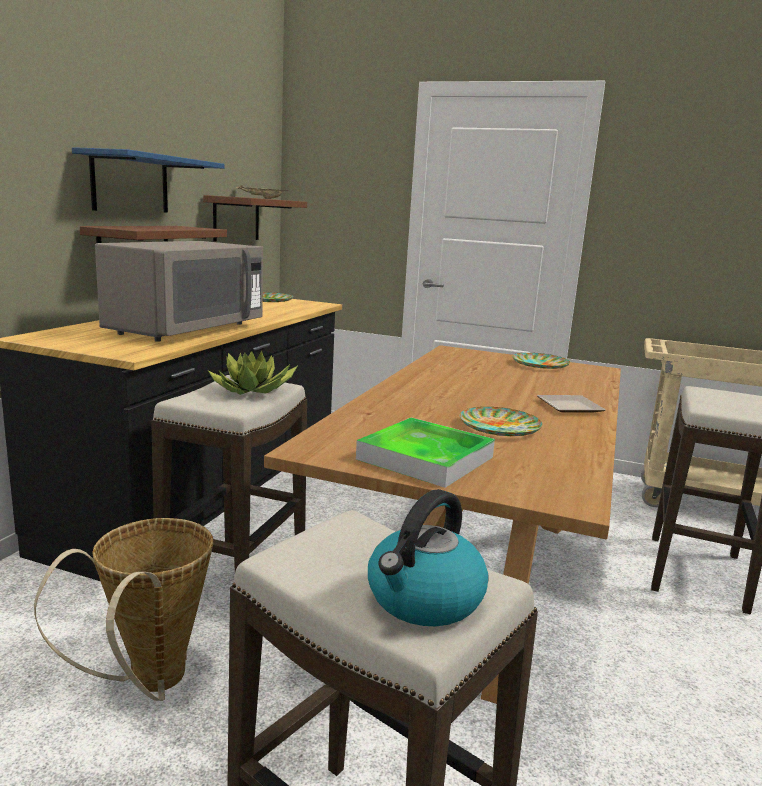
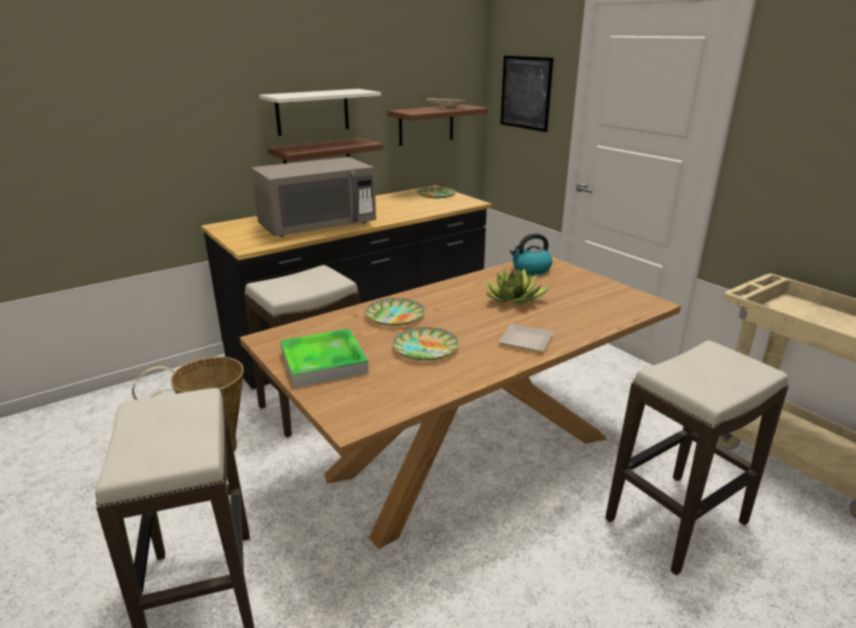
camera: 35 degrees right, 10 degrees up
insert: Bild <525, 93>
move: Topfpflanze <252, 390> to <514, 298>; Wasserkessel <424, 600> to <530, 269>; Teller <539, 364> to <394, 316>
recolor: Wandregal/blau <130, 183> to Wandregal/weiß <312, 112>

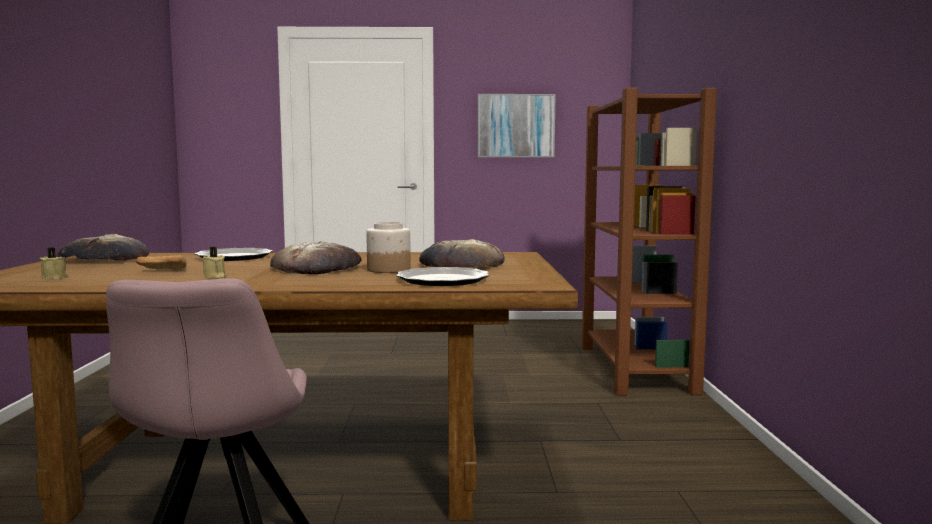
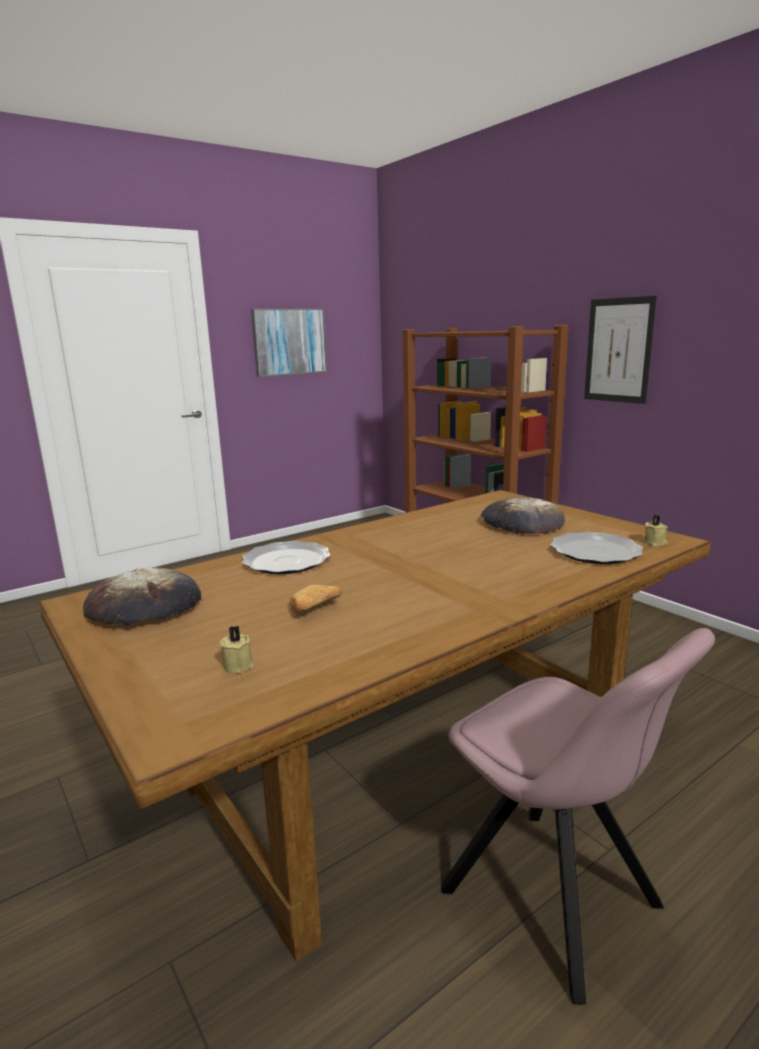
camera: 35 degrees left, 10 degrees up
delete: Brot <317, 268>; Vorratsglas <388, 270>
insert: Bild <618, 350>
move: Kerze/beige <214, 277> to <655, 543>

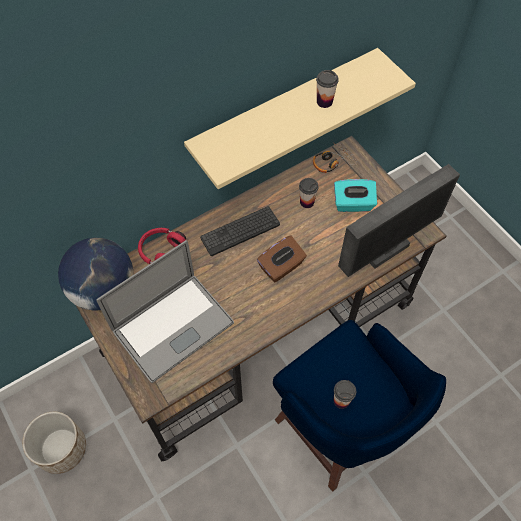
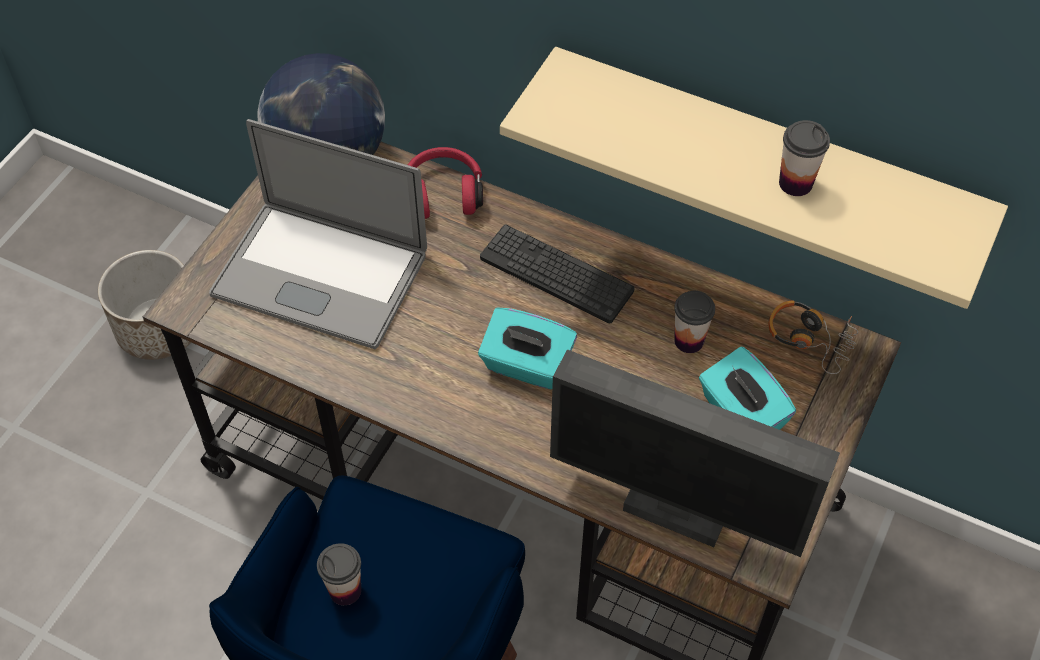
camera: 60 degrees right, 5 degrees down
recolor: Taschentuchbox/braun <281, 267> to Taschentuchbox/türkis <526, 365>

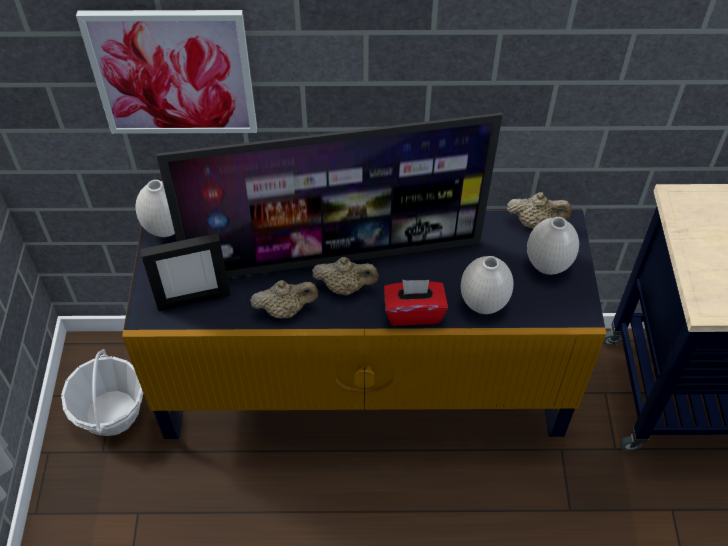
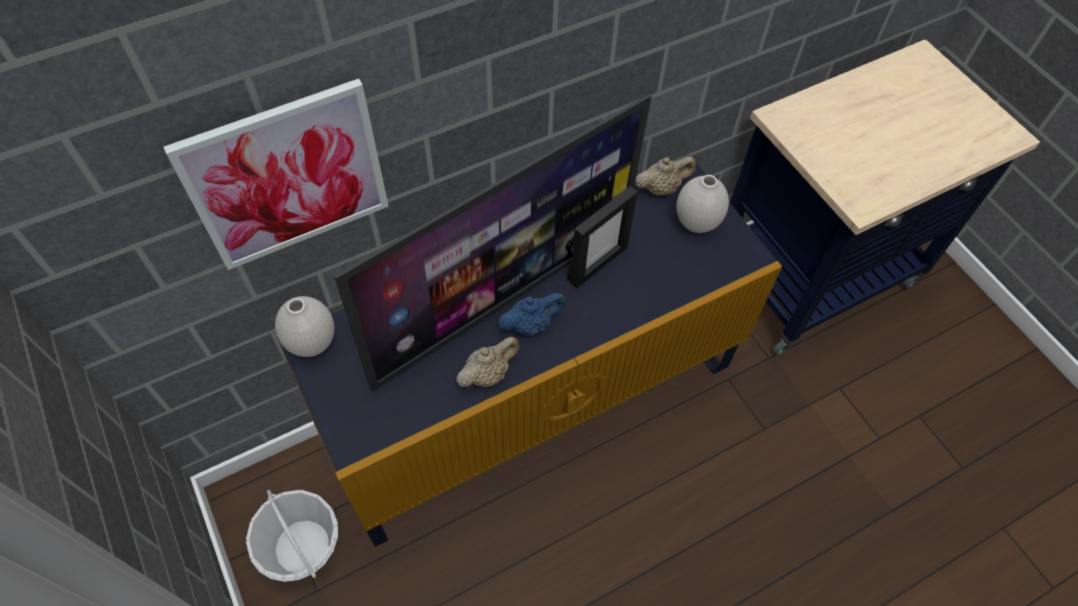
camera: 30 degrees left, 5 degrees up
delete: Taschentuchbox/rot <414, 312>; Vase/weiß <483, 304>
move: Bilderrahmen <193, 298> to <597, 263>
recolor: Teekanne/beige <345, 287> to Teekanne/blau <531, 324>

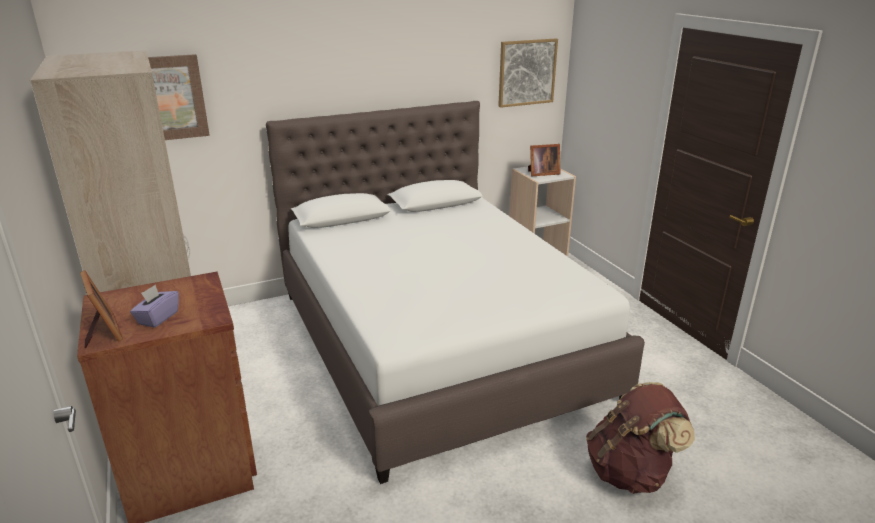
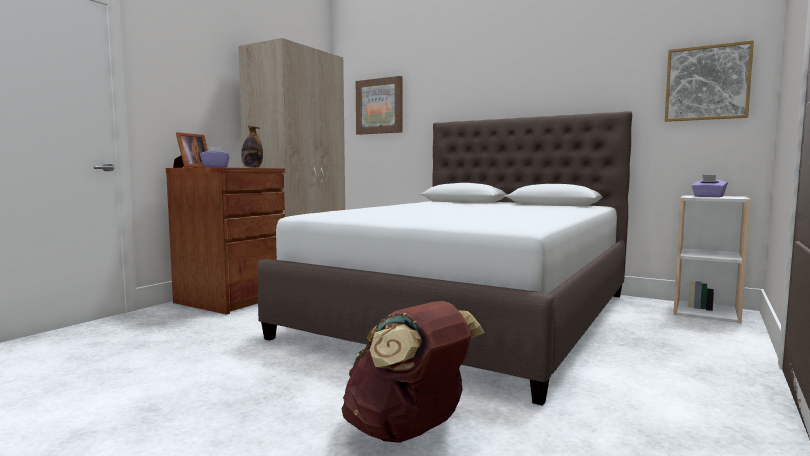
camera: 55 degrees right, 20 degrees down
insert: Flasche <252, 167>
replace: Bilderrahmen <542, 173> to Taschentuchbox/lila <708, 196>

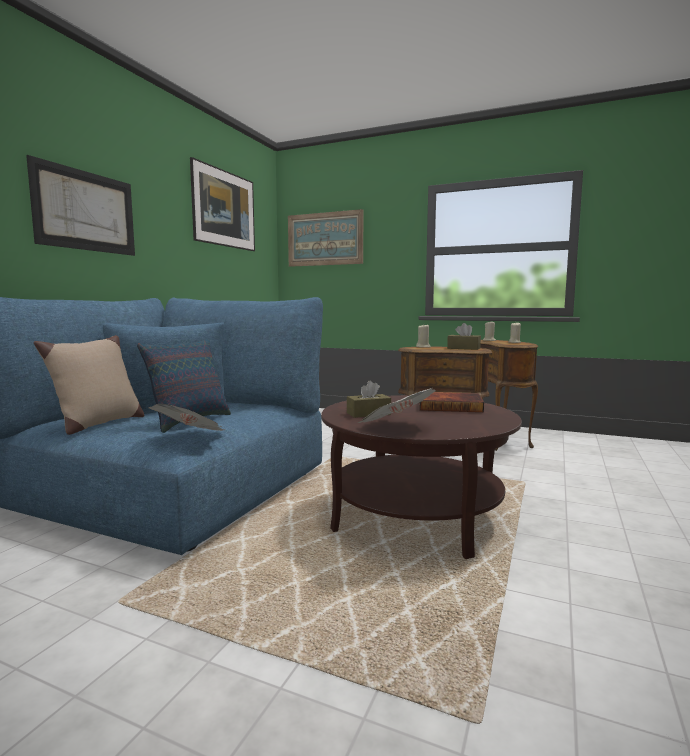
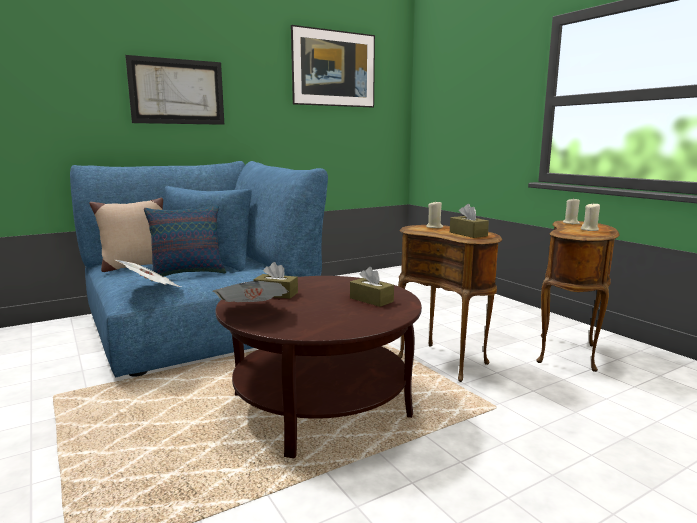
camera: 35 degrees right, 5 degrees up
delete: Bild <325, 239>
replace: Buch <450, 406> to Taschentuchbox/braun <371, 300>

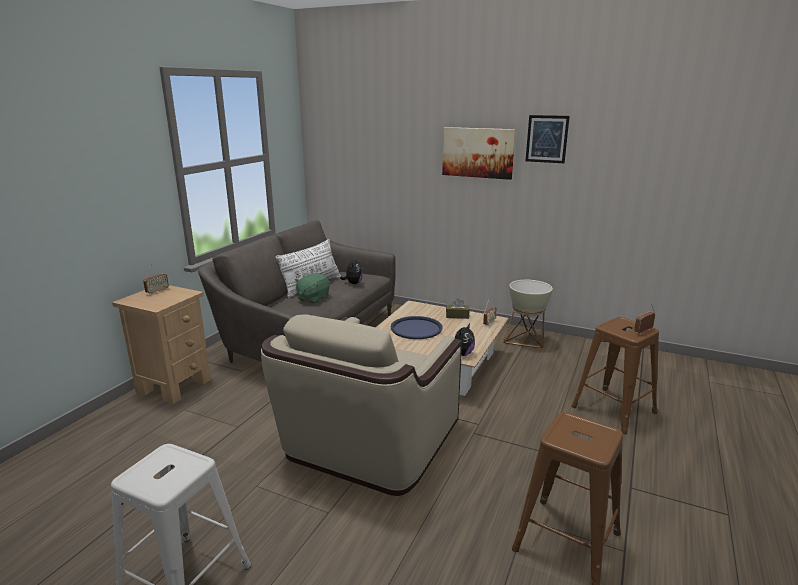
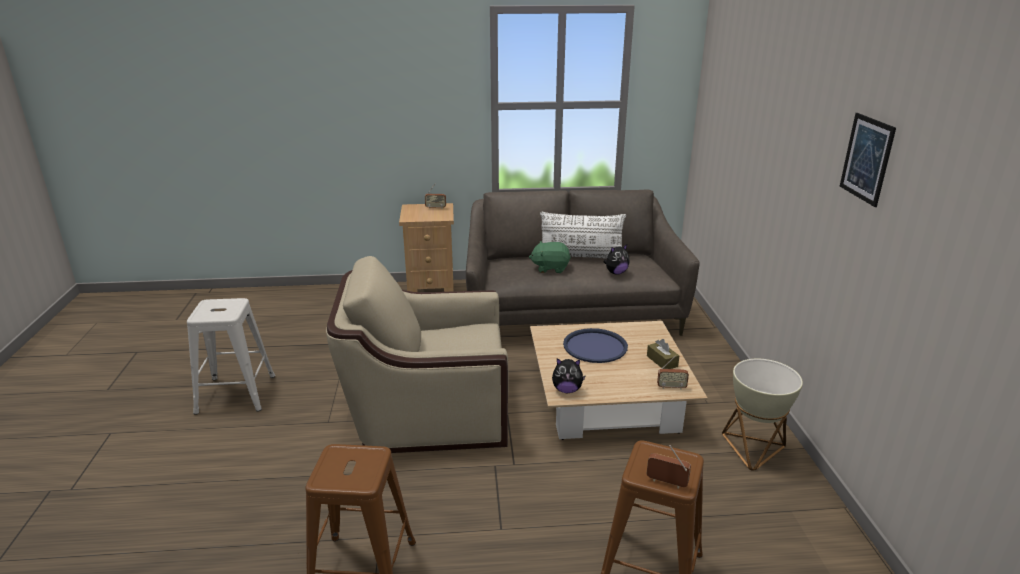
camera: 60 degrees right, 5 degrees up
delete: Bild <478, 152>

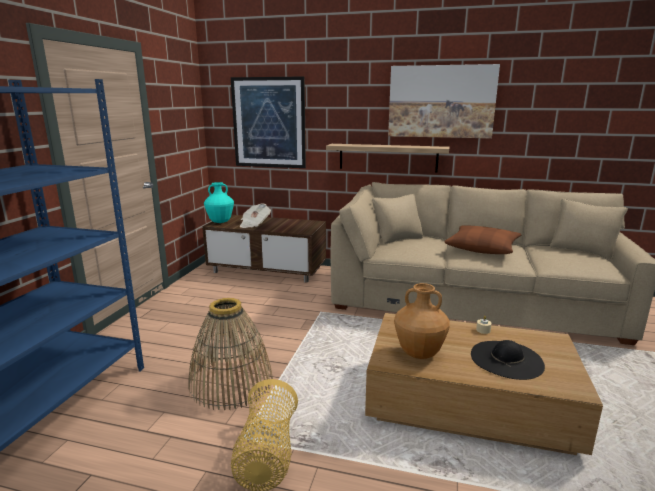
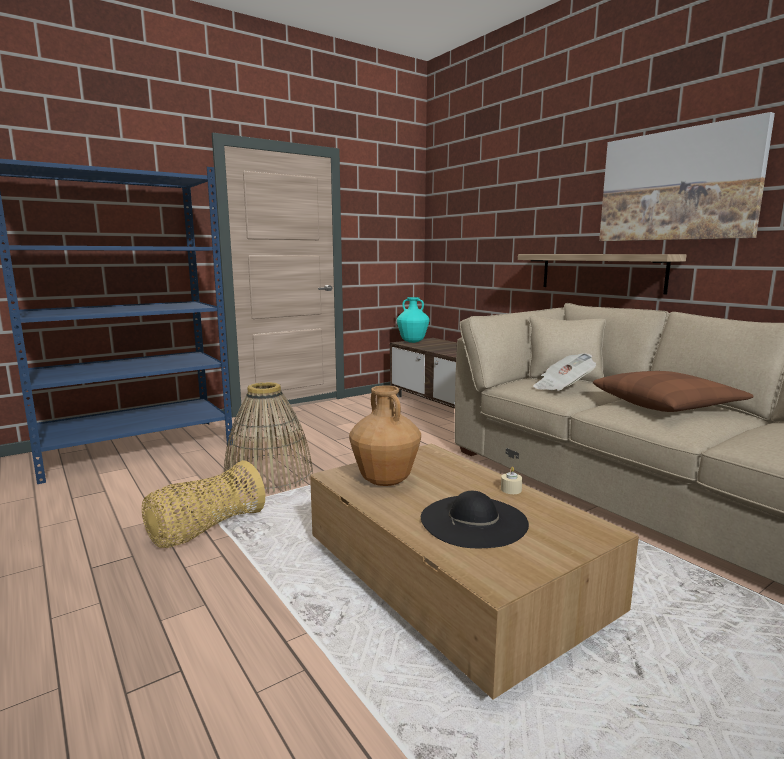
camera: 40 degrees right, 5 degrees down
delete: Bild <269, 123>
move: Zeitung <254, 224> to <562, 387>

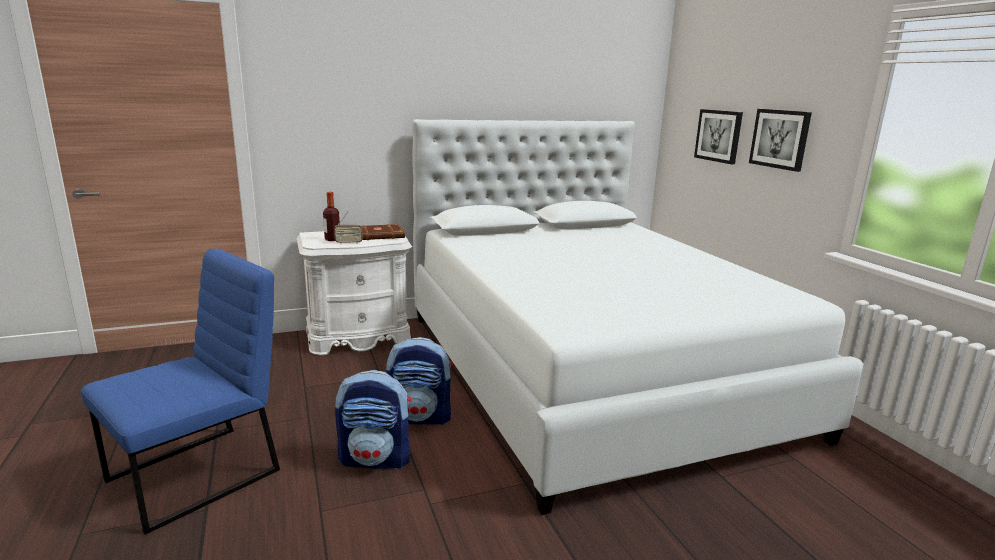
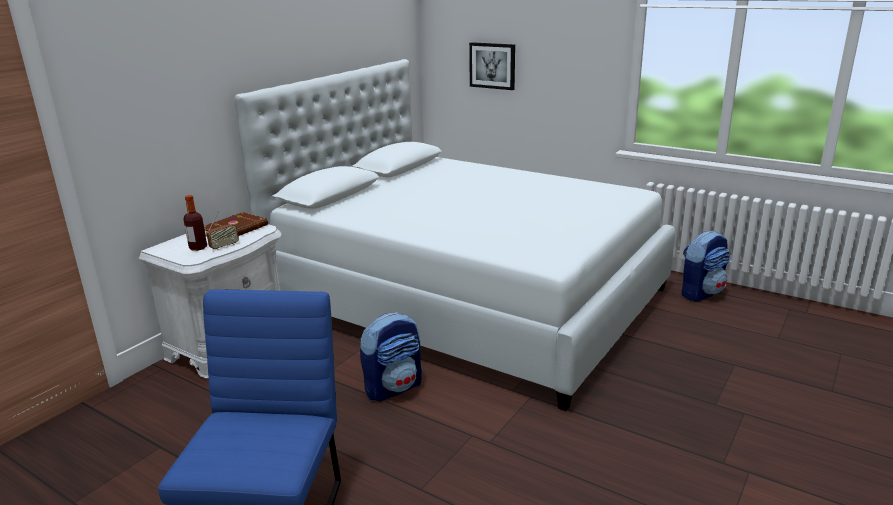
camera: 35 degrees left, 5 degrees up
delete: Bild <780, 139>
move: Rucksack <376, 459> to <701, 293>

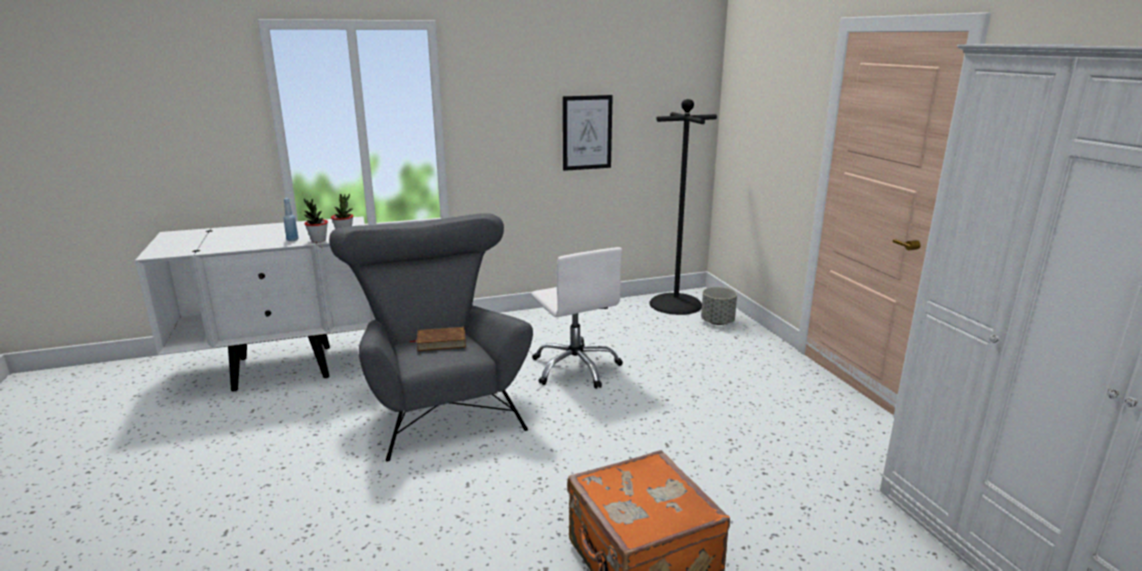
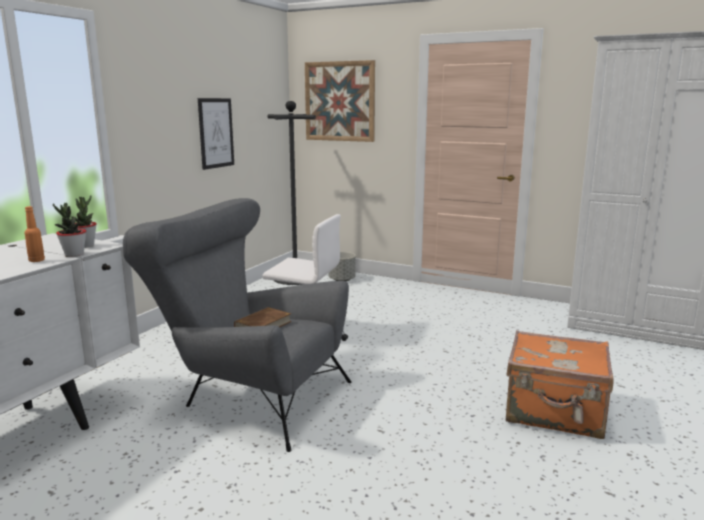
camera: 45 degrees left, 5 degrees down
insert: Bild <339, 101>
recolor: Flasche/blau <292, 240> to Flasche/orange <36, 260>

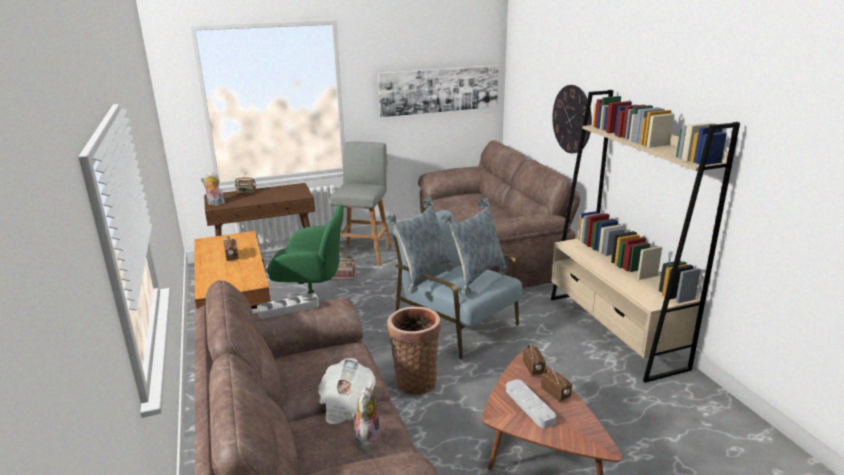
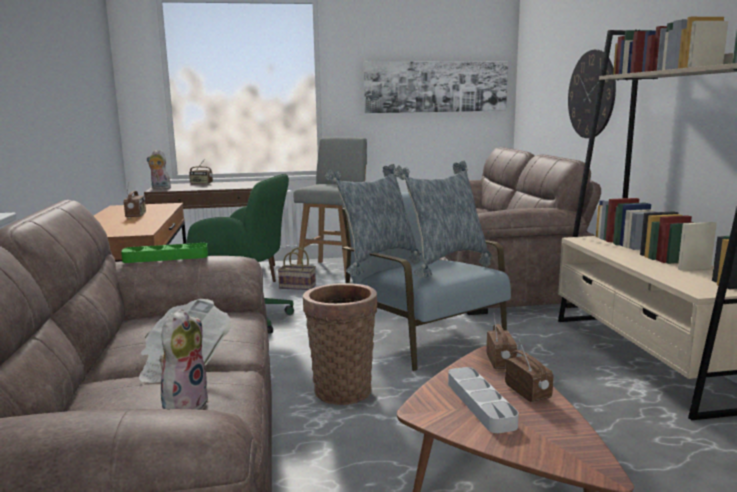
camera: 10 degrees right, 10 degrees down
recolor: Tablett/grau <288, 309> to Tablett/grün <166, 257>

